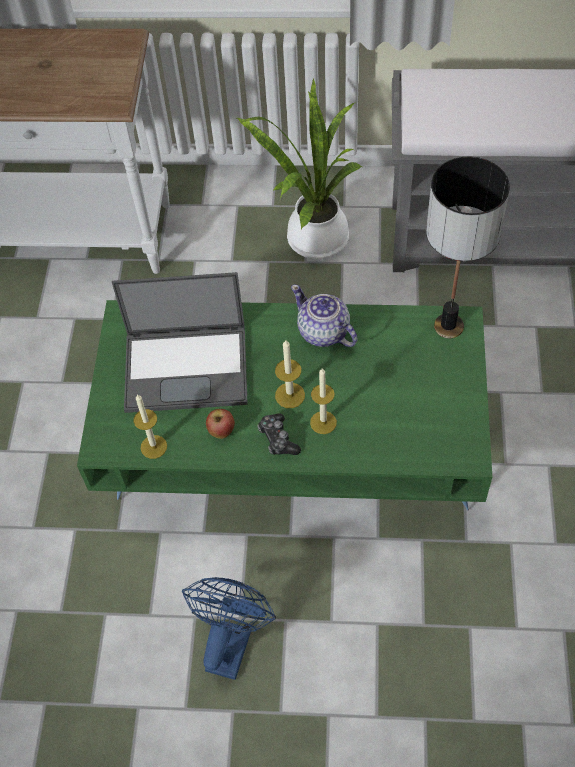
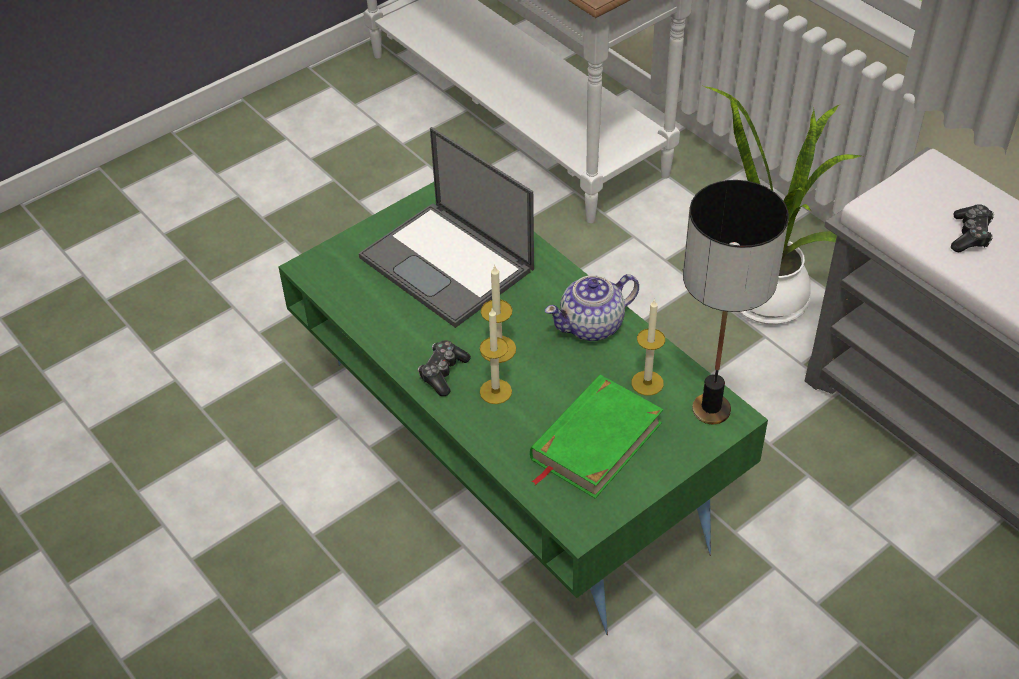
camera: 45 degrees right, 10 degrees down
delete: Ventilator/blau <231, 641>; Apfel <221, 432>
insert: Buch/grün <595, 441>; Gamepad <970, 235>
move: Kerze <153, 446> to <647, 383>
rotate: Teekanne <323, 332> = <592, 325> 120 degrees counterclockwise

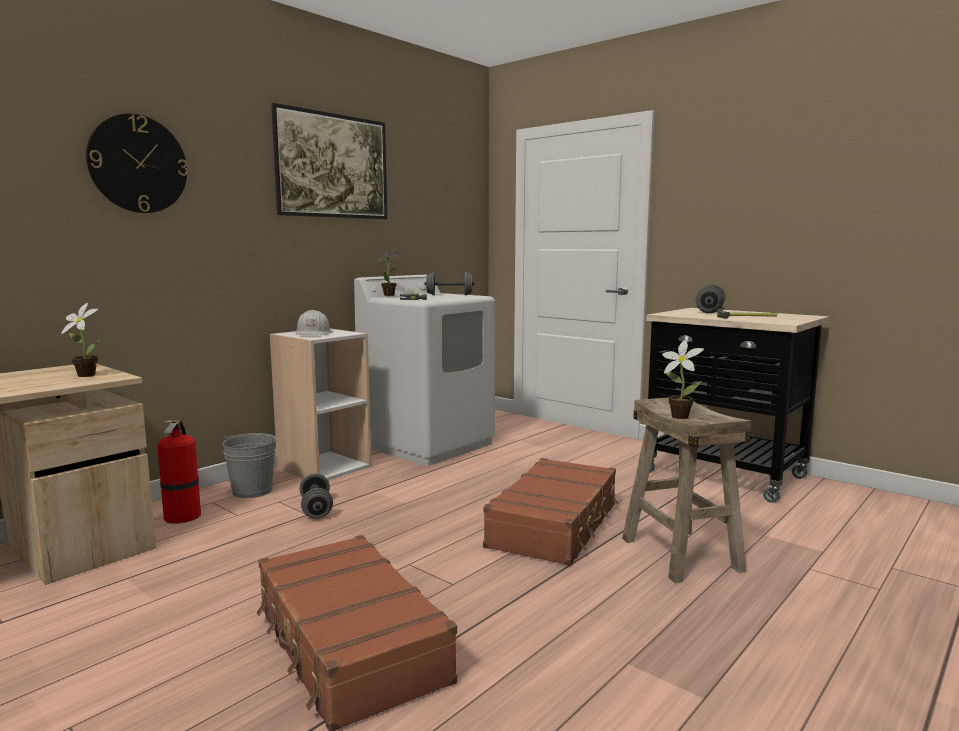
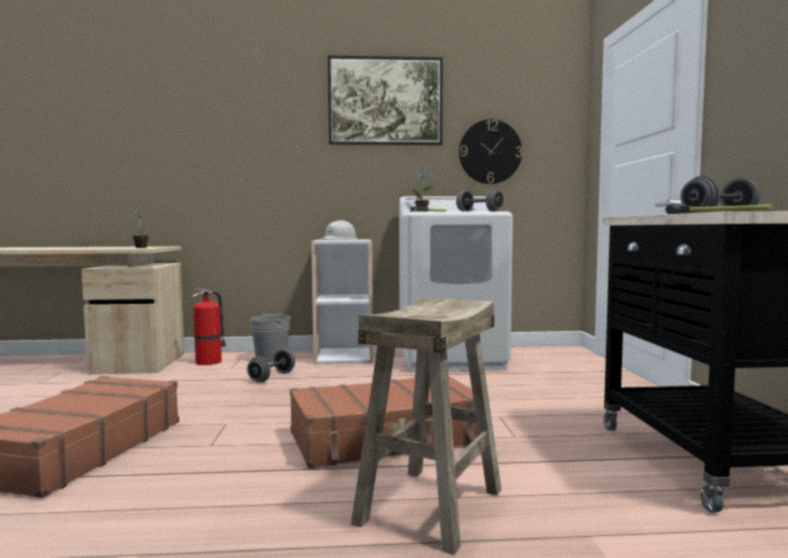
camera: 45 degrees right, 5 degrees down
delete: Topfpflanze <677, 416>
move: Wanduhr <138, 164> to <490, 152>

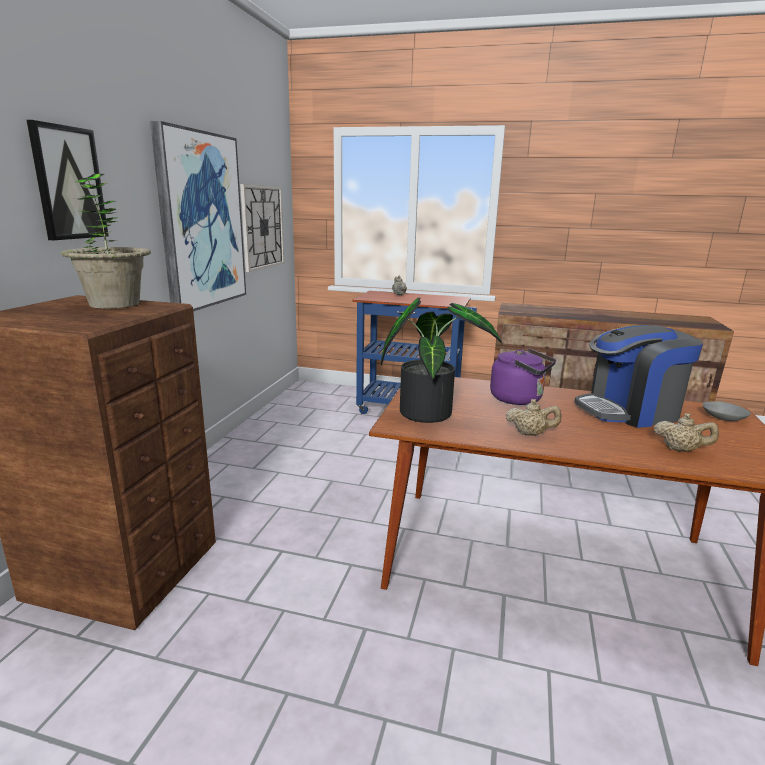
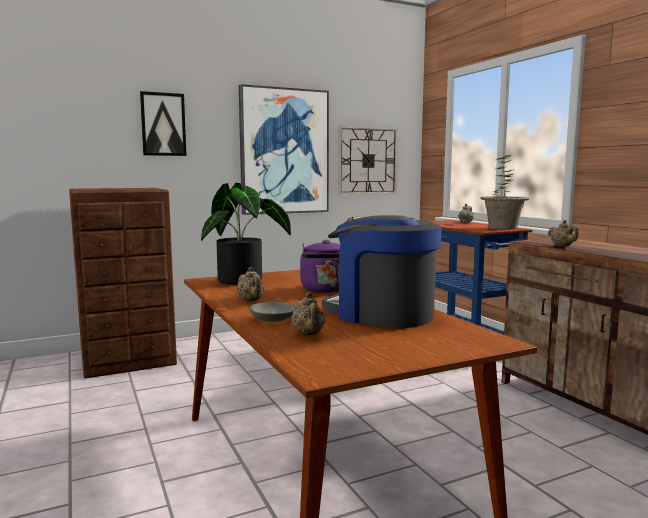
camera: 50 degrees right, 10 degrees down
insert: Teekanne/beige <562, 246>
move: Topfpflanze <114, 304> to <502, 228>; Schüssel/grau <723, 418> to <273, 319>

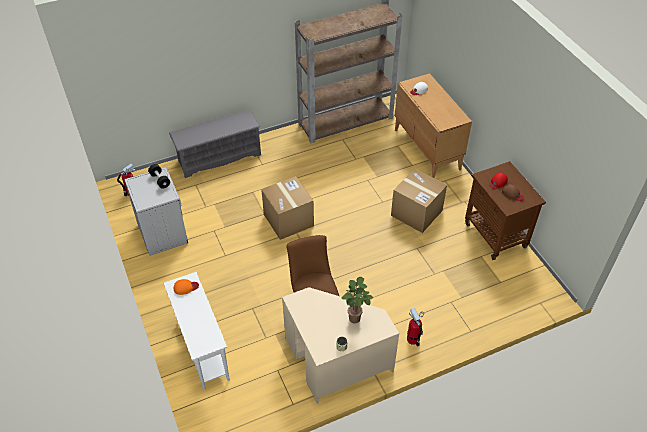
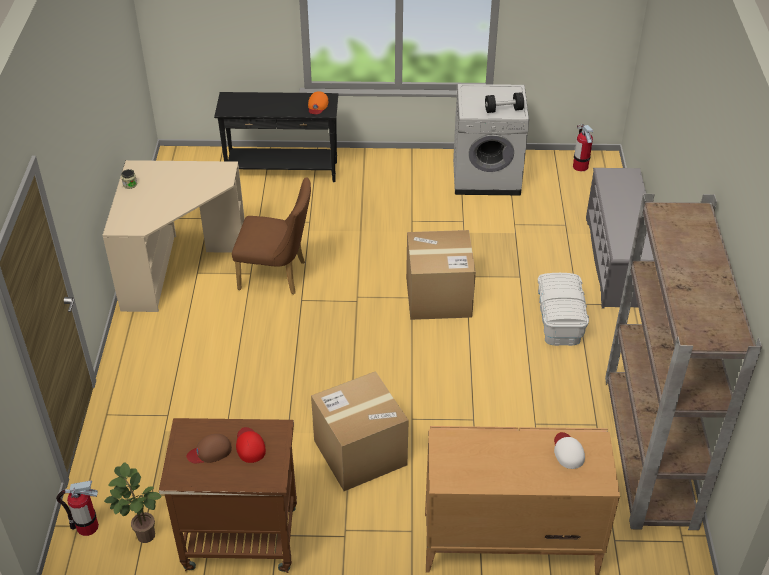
camera: 115 degrees right, 5 degrees down
insert: Aufbewahrungsbox/weiß <559, 321>
move: Topfpflanze <355, 320> to <142, 535>; Feuerlöscher <413, 339> to <87, 527>
recolor: Konsolentisch/weiß <202, 349> to Konsolentisch/schwarz <283, 171>

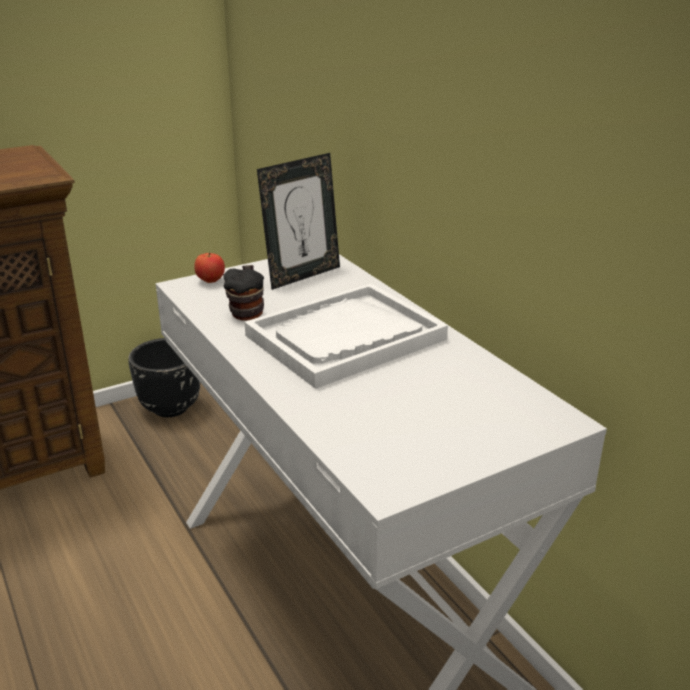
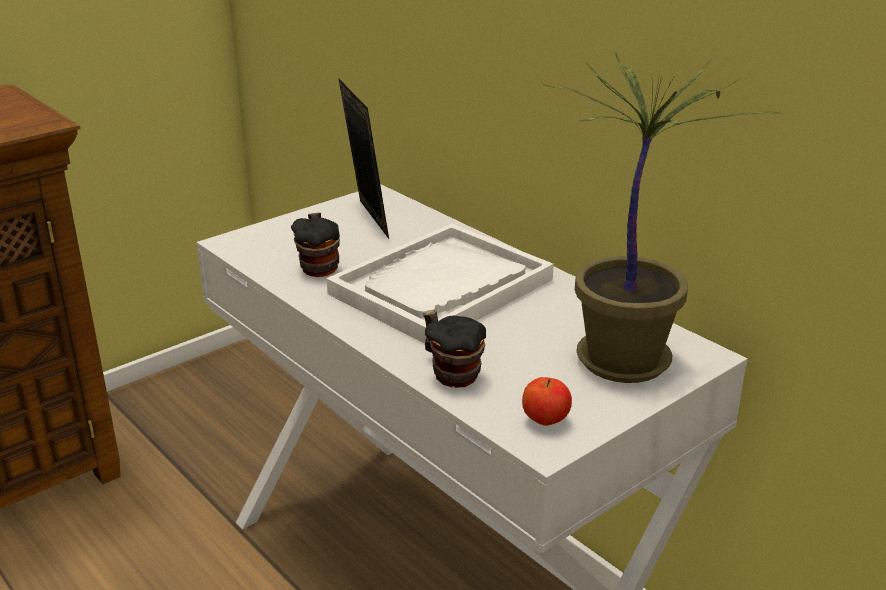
camera: 10 degrees left, 0 degrees up
delete: Pflanzkübel/schwarz <170, 408>
insert: Henkelbecher <451, 373>; Topfpflanze <624, 359>
move: Apfel <210, 281> to <545, 421>
rotate: Bilderrahmen <302, 275> = <366, 220> 60 degrees counterclockwise

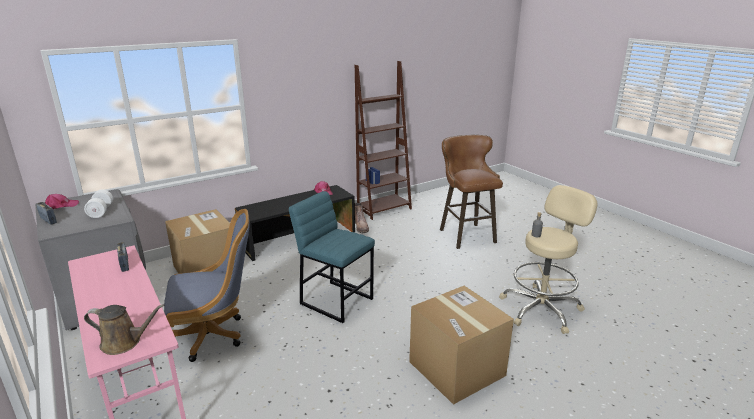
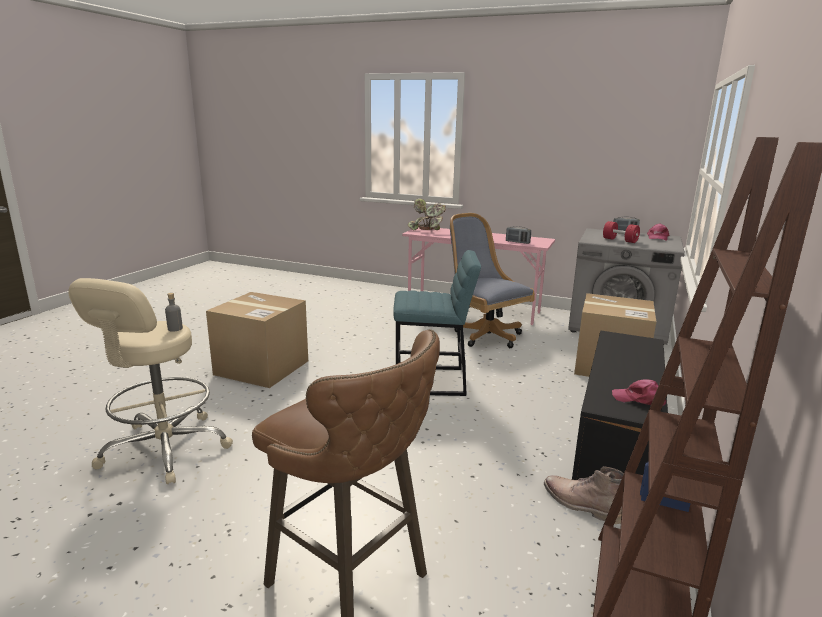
camera: 145 degrees right, 5 degrees down
replace: Gießkanne/braun <124, 342> to Topfpflanze <427, 230>
recolor: Hantel/weiß <101, 211> to Hantel/rot <620, 240>
rotate: Bürostuhl/blau <215, 335> = <483, 335> 105 degrees clockwise

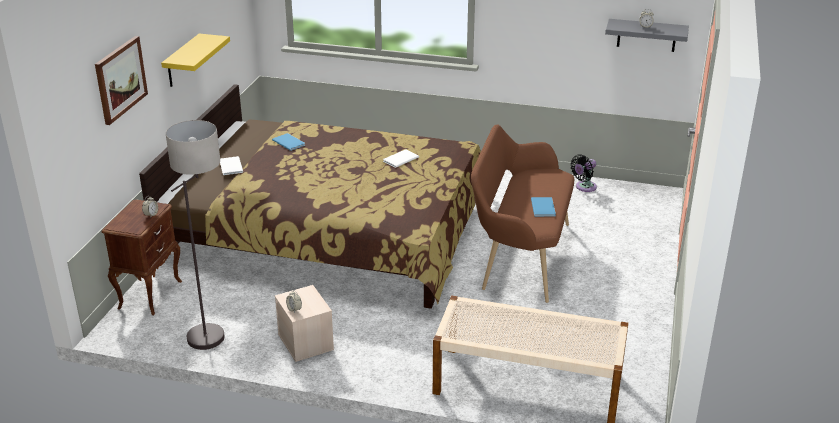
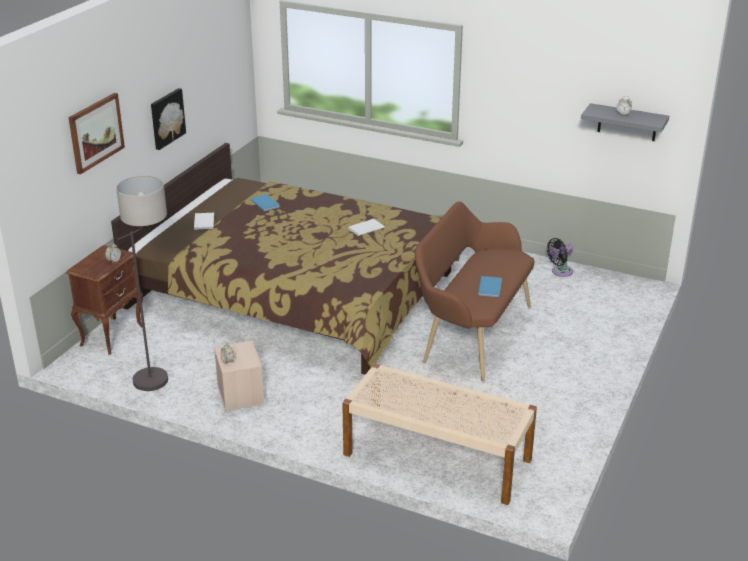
camera: 10 degrees right, 0 degrees up
replace: Wandregal/gelb <182, 61> to Bild <166, 118>

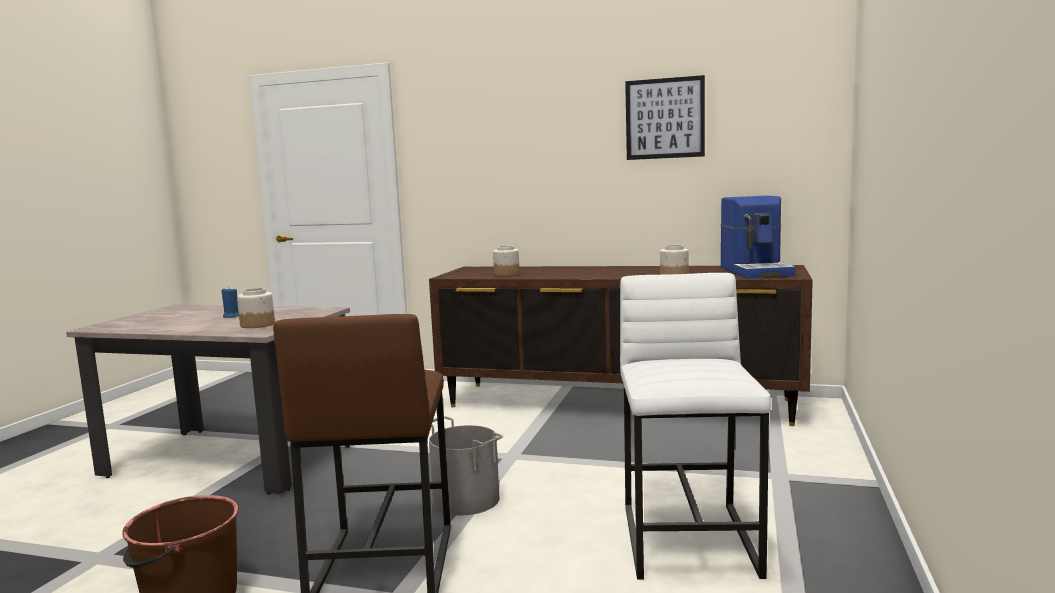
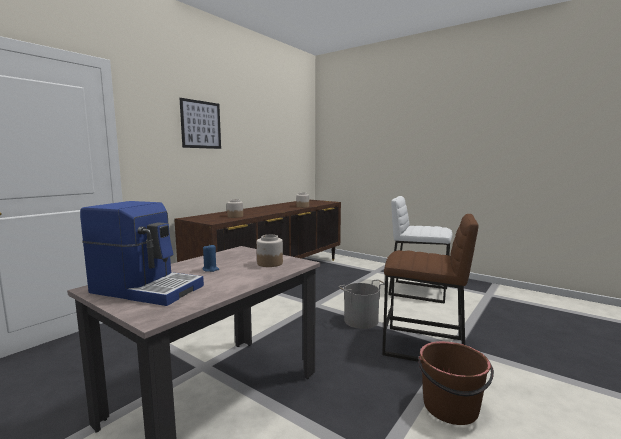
camera: 70 degrees left, 0 degrees up
move: Bild <664, 118> to <201, 124>; Kaffeemaschine <756, 271> to <147, 289>

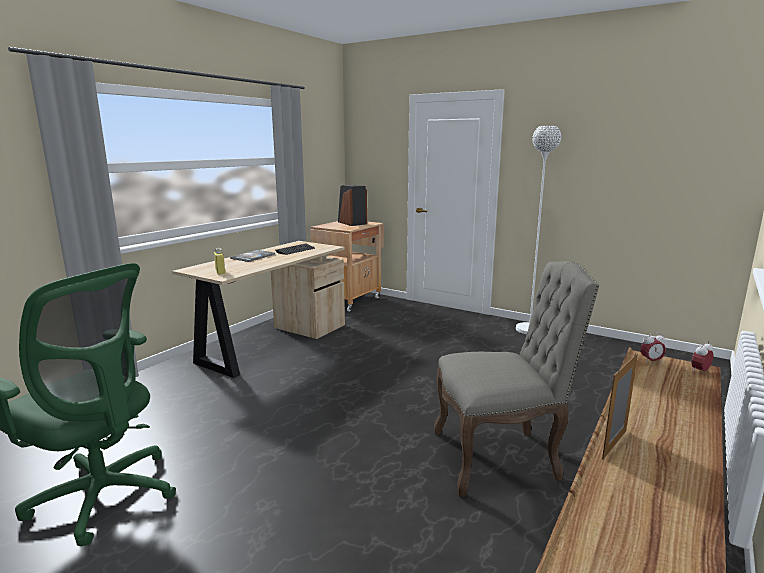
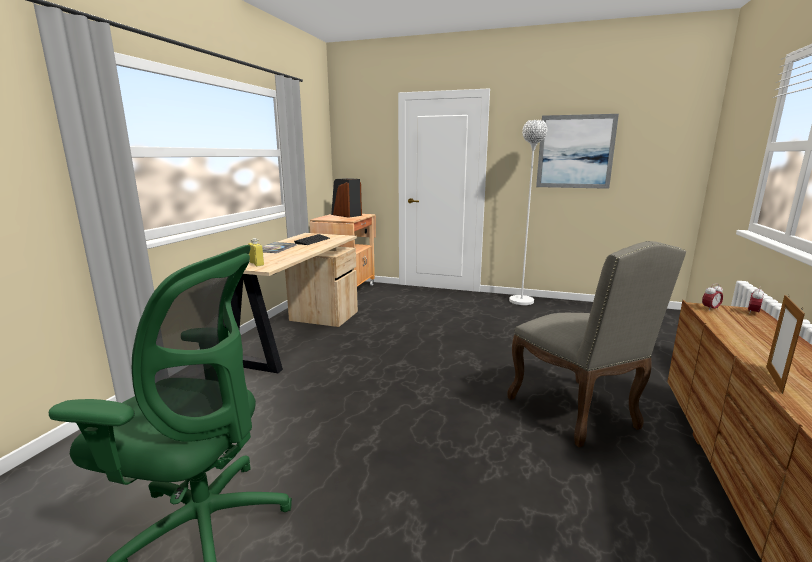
camera: 15 degrees left, 0 degrees up
insert: Bild <575, 152>
rotate: Stuhl/grau <498, 458> = <576, 413> 90 degrees clockwise

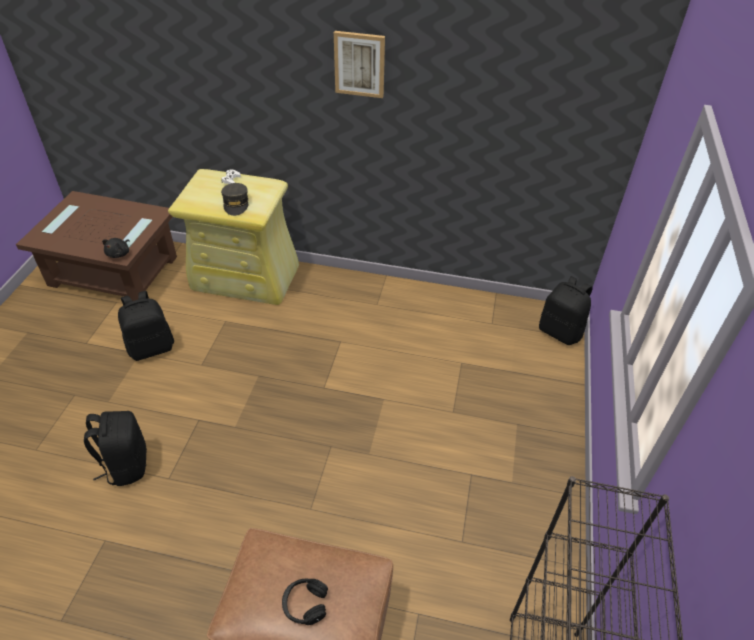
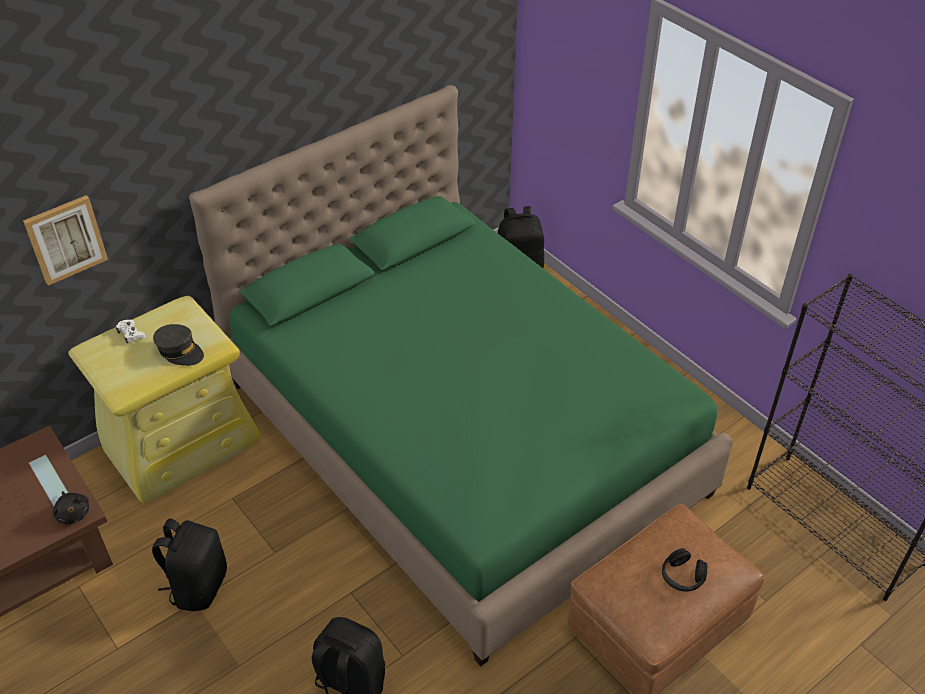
camera: 50 degrees left, 0 degrees up
insert: Bett/grün <461, 436>
move: Bild <359, 64> to <65, 239>

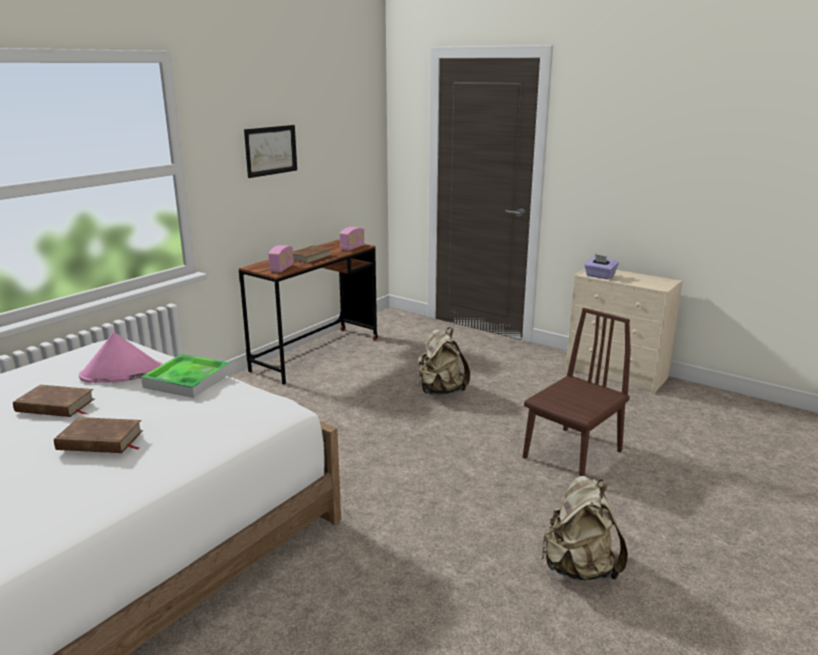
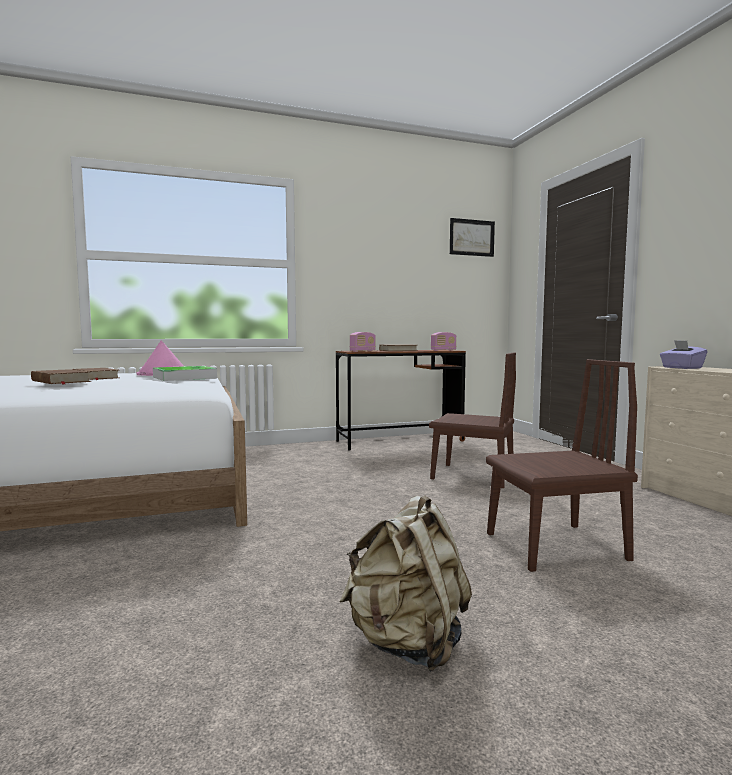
camera: 35 degrees right, 15 degrees down
move: Bild <271, 150> to <472, 237>
replace: Rucksack/beige <440, 391> to Stuhl/braun <472, 475>

